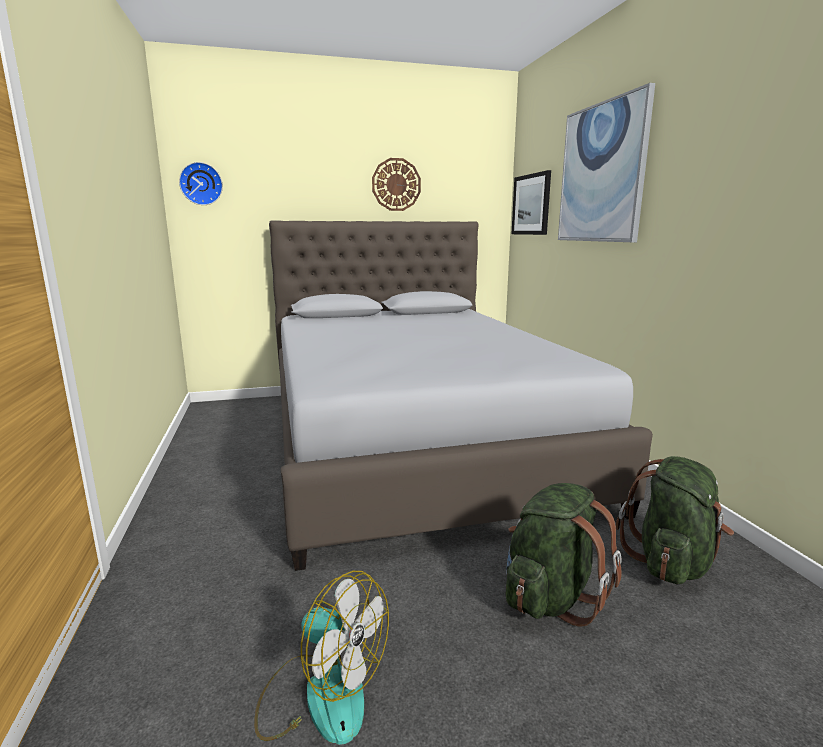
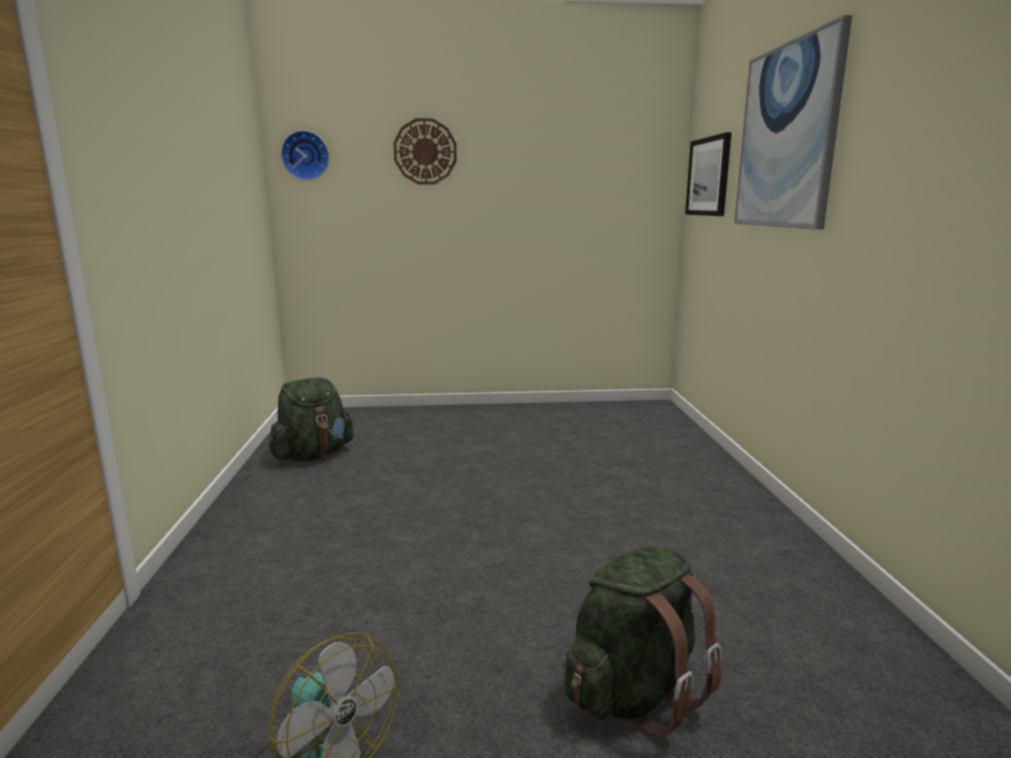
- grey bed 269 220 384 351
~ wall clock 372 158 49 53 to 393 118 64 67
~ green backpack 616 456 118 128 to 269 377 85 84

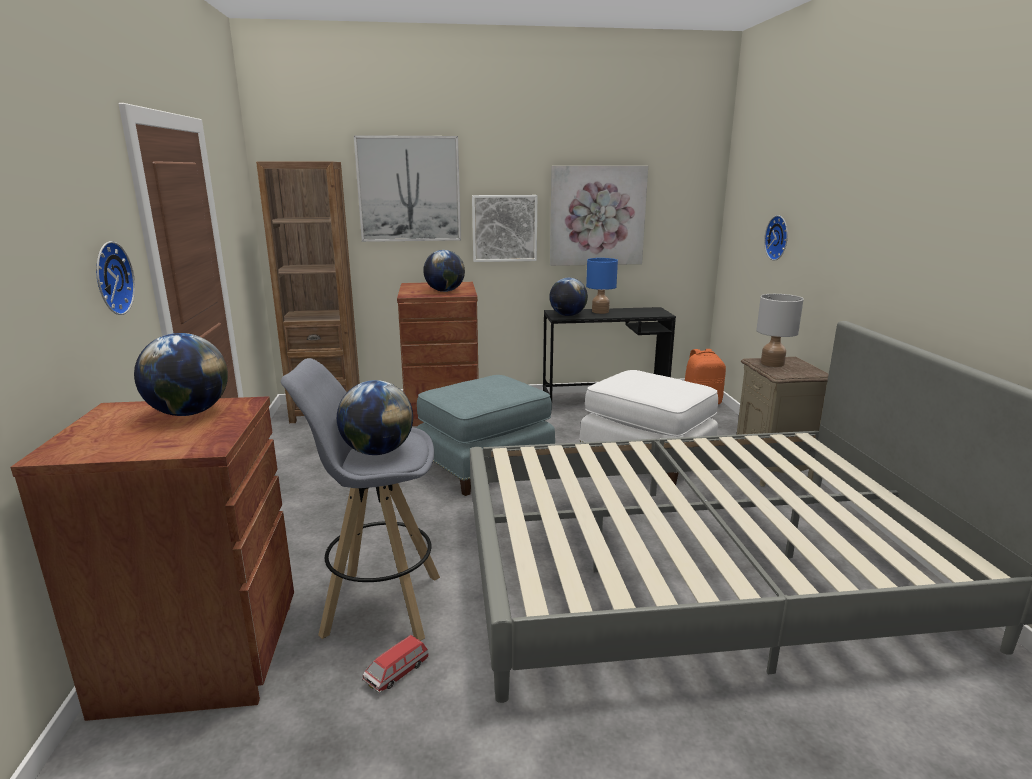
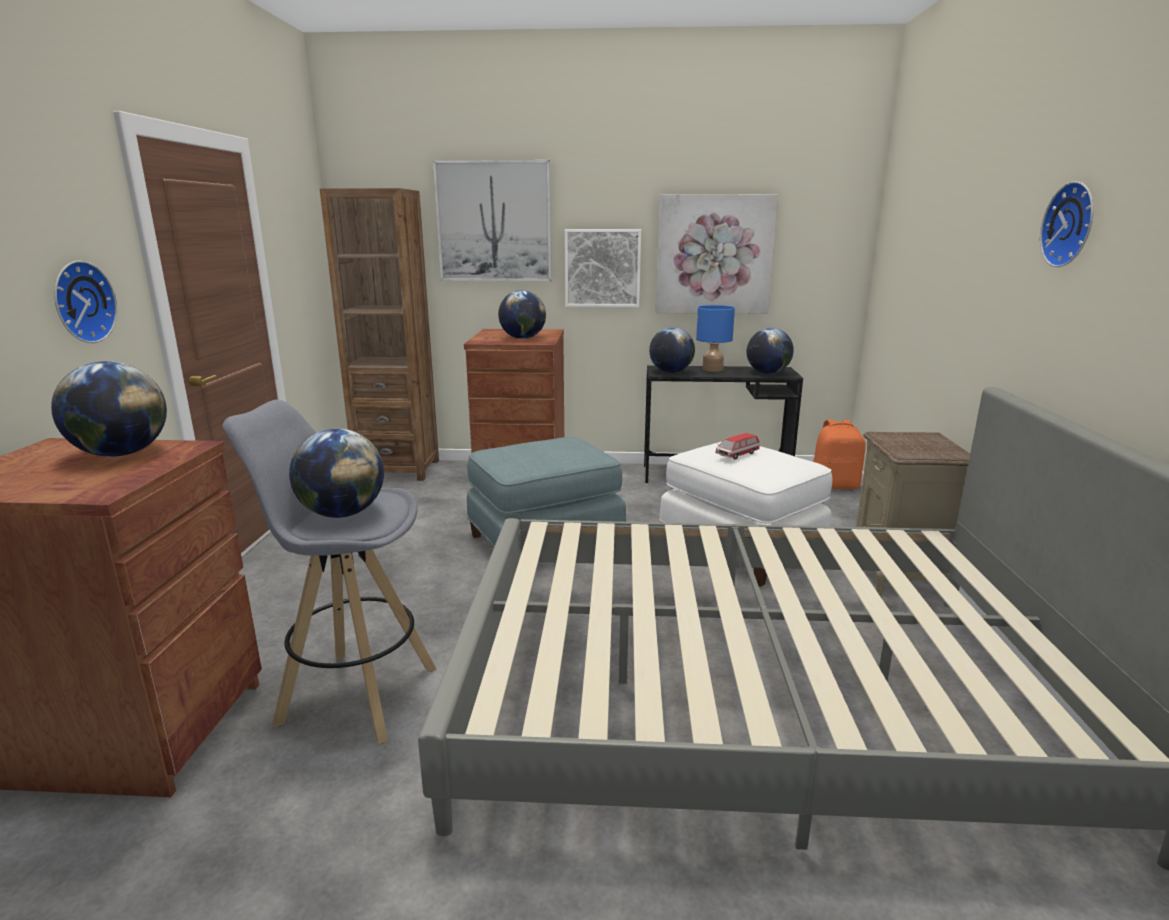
- grey table lamp 756 294 48 73
+ globe 746 328 48 46
~ toy car 362 635 67 58 to 715 433 45 27
~ wall clock 764 215 24 46 to 1040 181 54 86

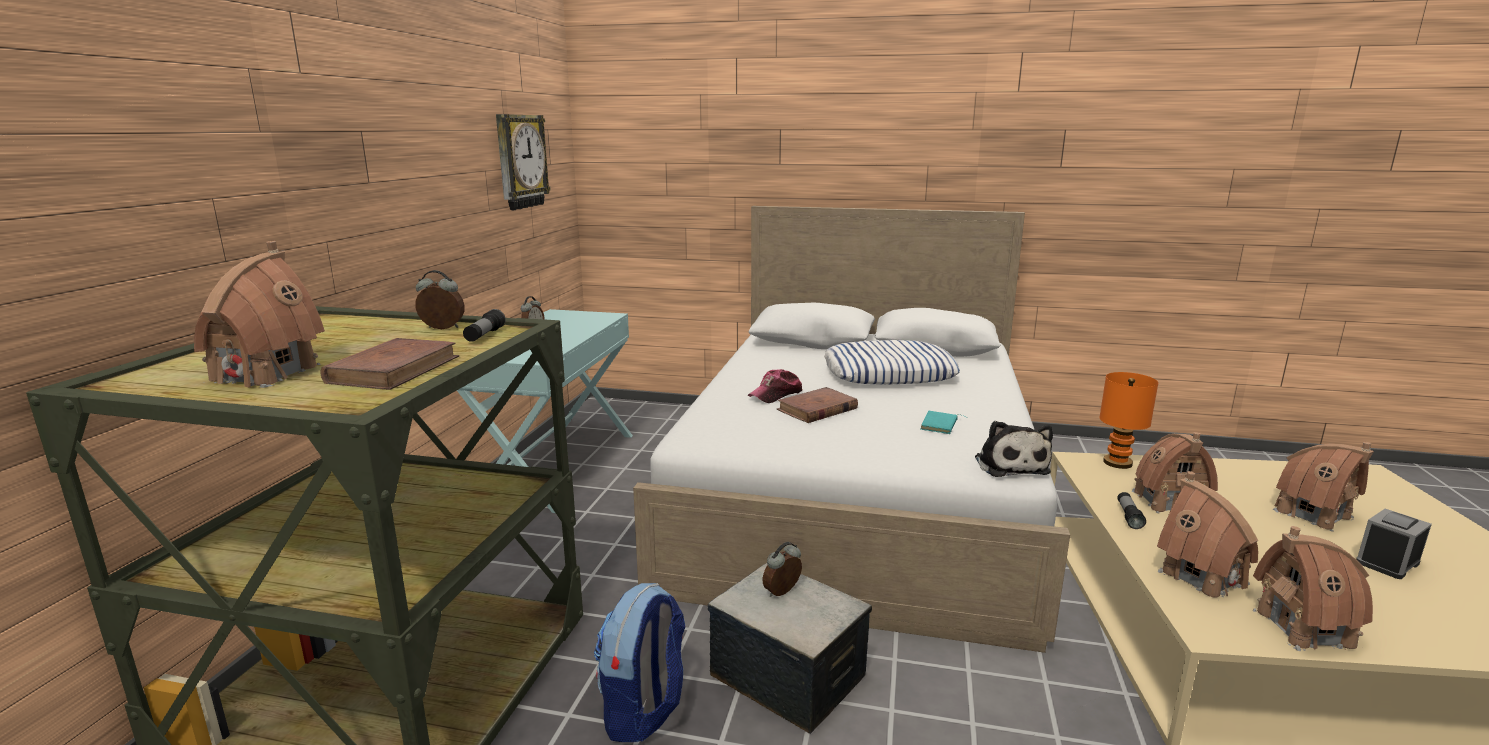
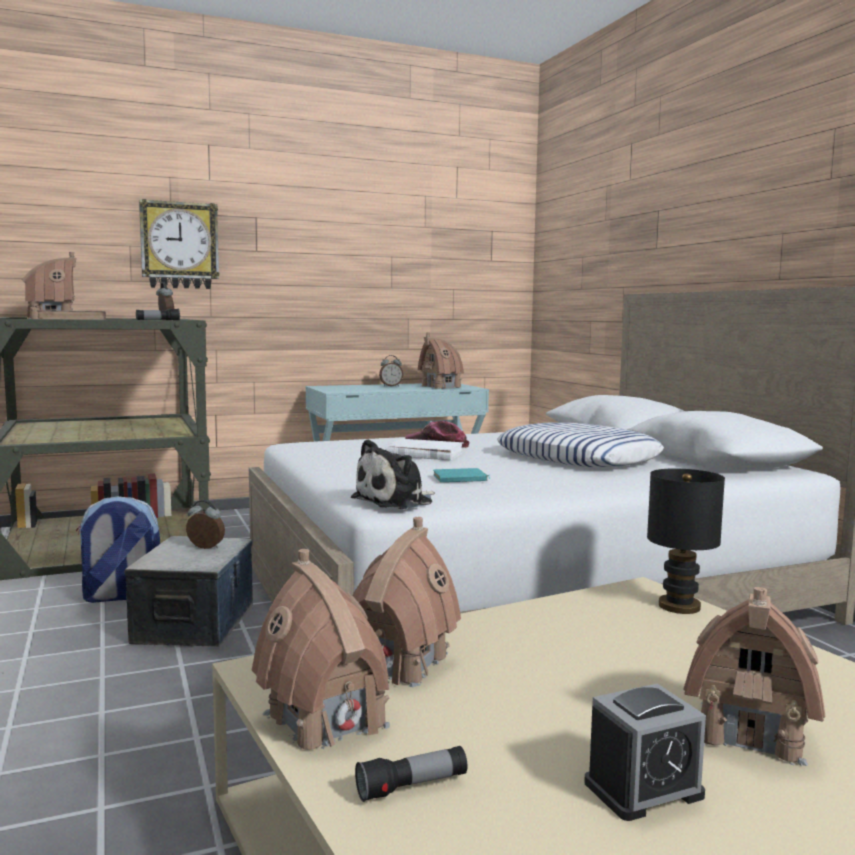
~ wall clock 496 114 54 96 to 139 199 81 90
~ flashlight 1118 492 28 37 to 355 746 112 56
~ toy house 1132 432 86 82 to 418 332 46 57
~ brown book 777 387 81 36 to white book 386 439 78 22
~ orange table lamp 1099 372 59 97 to black table lamp 647 468 78 146
~ alarm clock 1356 509 76 70 = 584 683 122 138 135 degrees clockwise

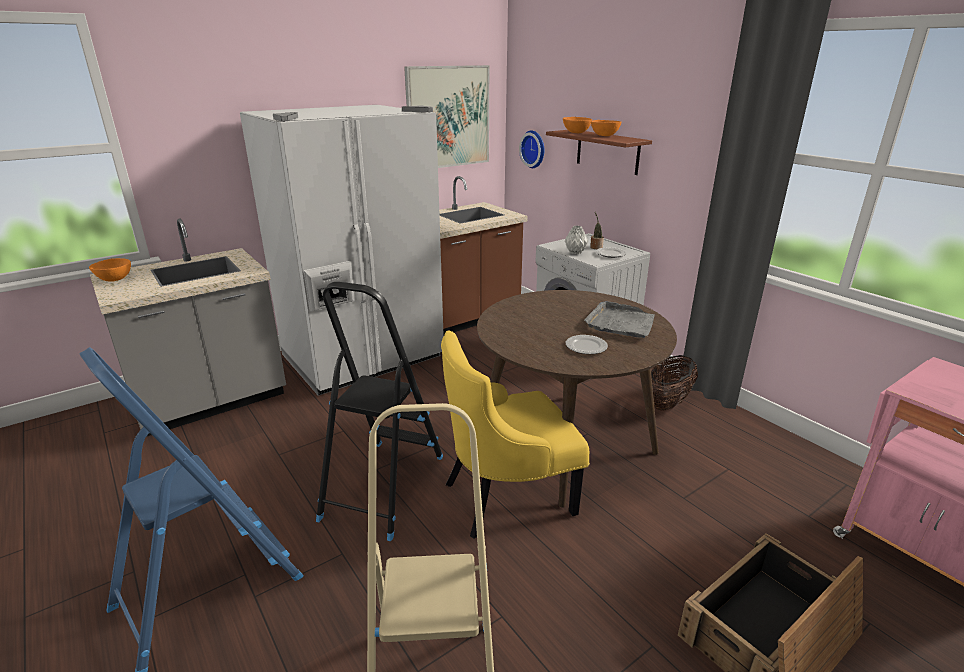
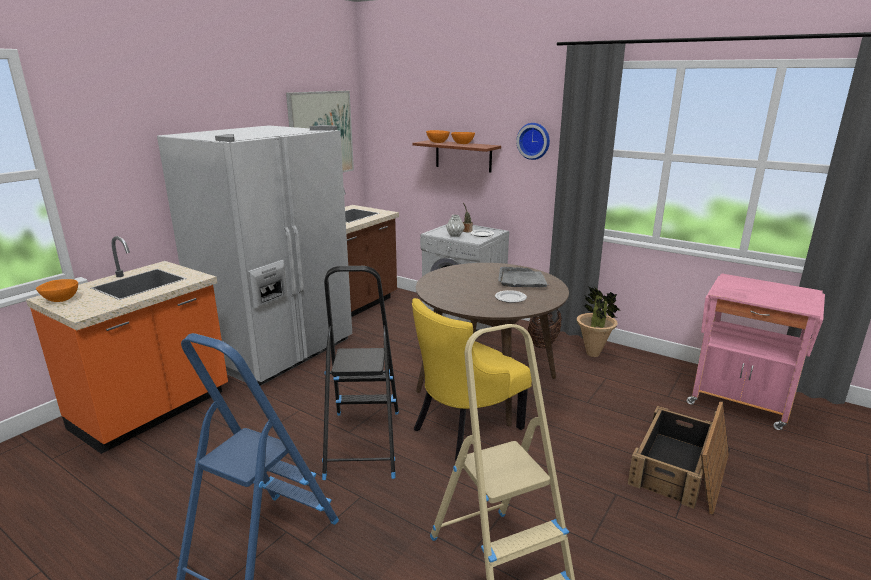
+ potted plant 577 286 44 71
~ wall clock 519 130 25 38 to 516 123 34 37
~ grey counter 90 218 196 219 to orange counter 26 236 202 218

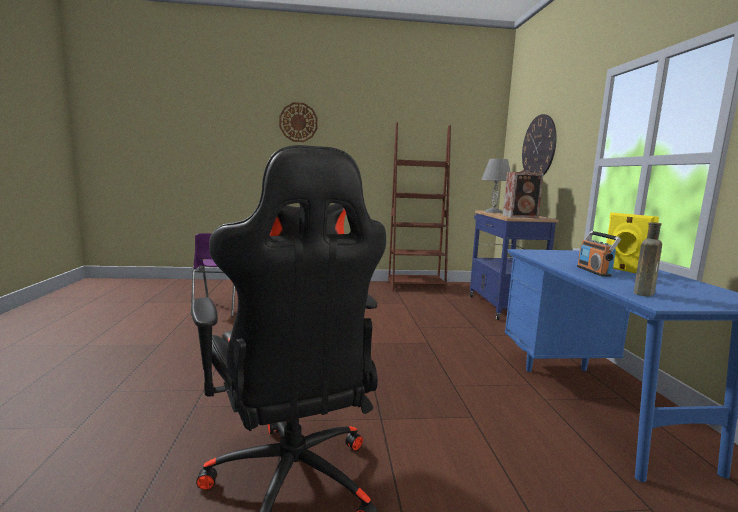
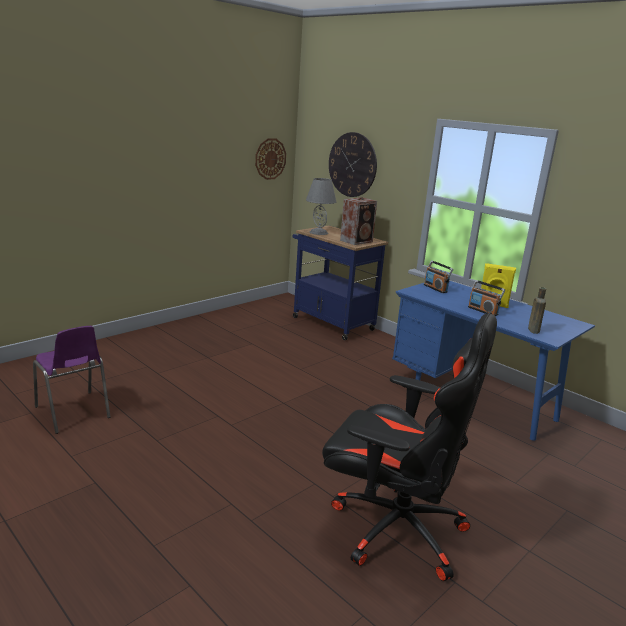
- brown bookcase 388 122 63 169
+ radio 424 261 30 32
~ wall clock 279 102 39 40 to 255 138 31 42

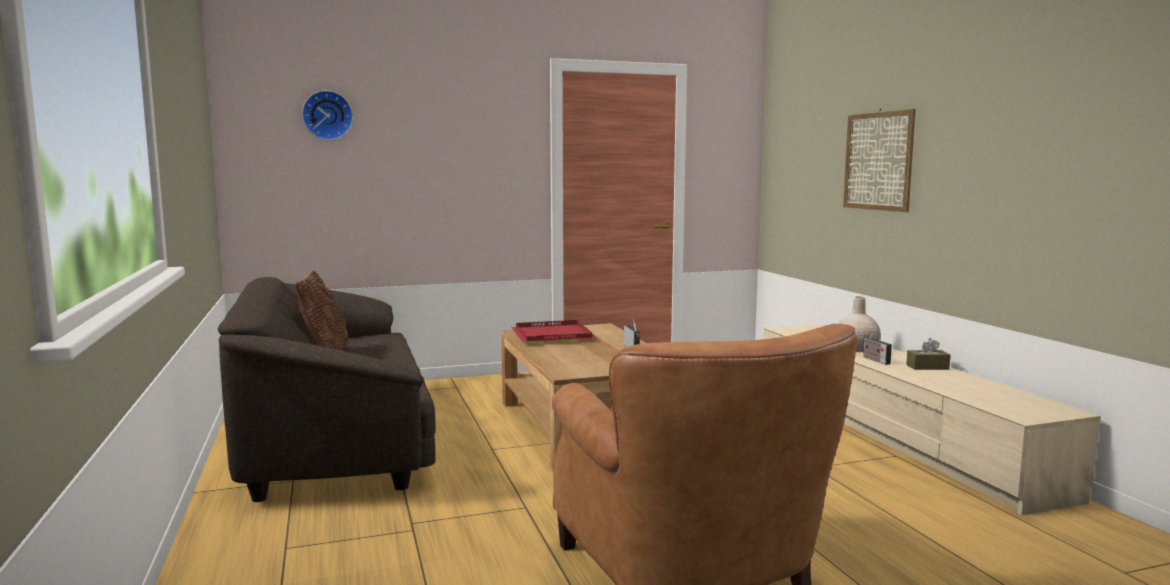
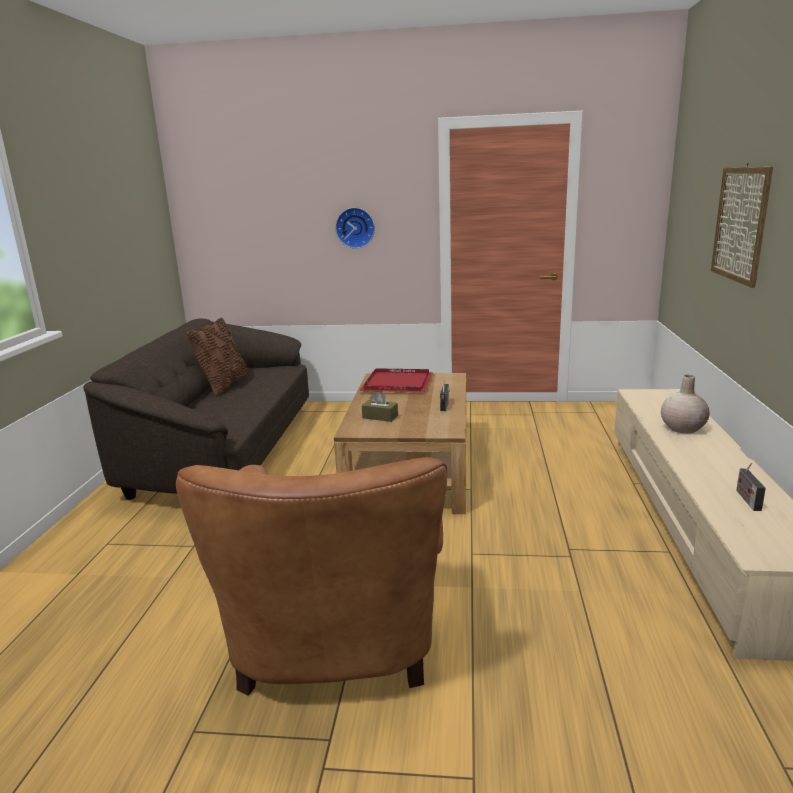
~ wall clock 302 90 51 50 to 335 207 40 42
~ radio 863 329 29 36 to 736 463 30 48
~ brown tissue box 906 338 45 32 to 362 392 36 30

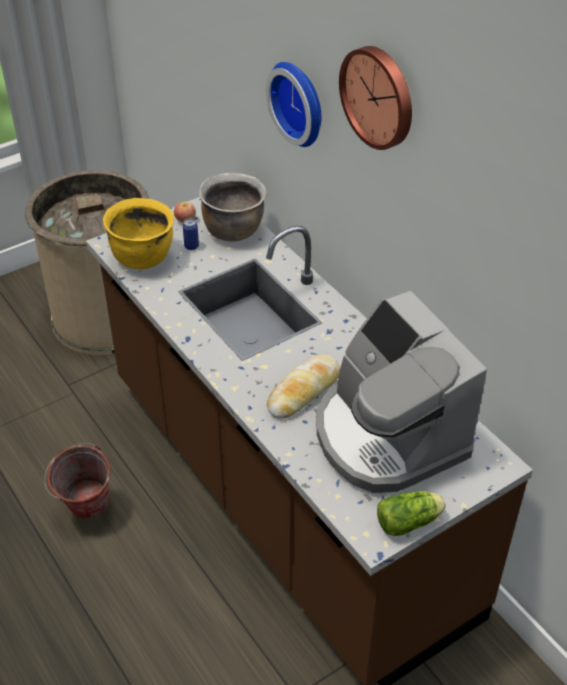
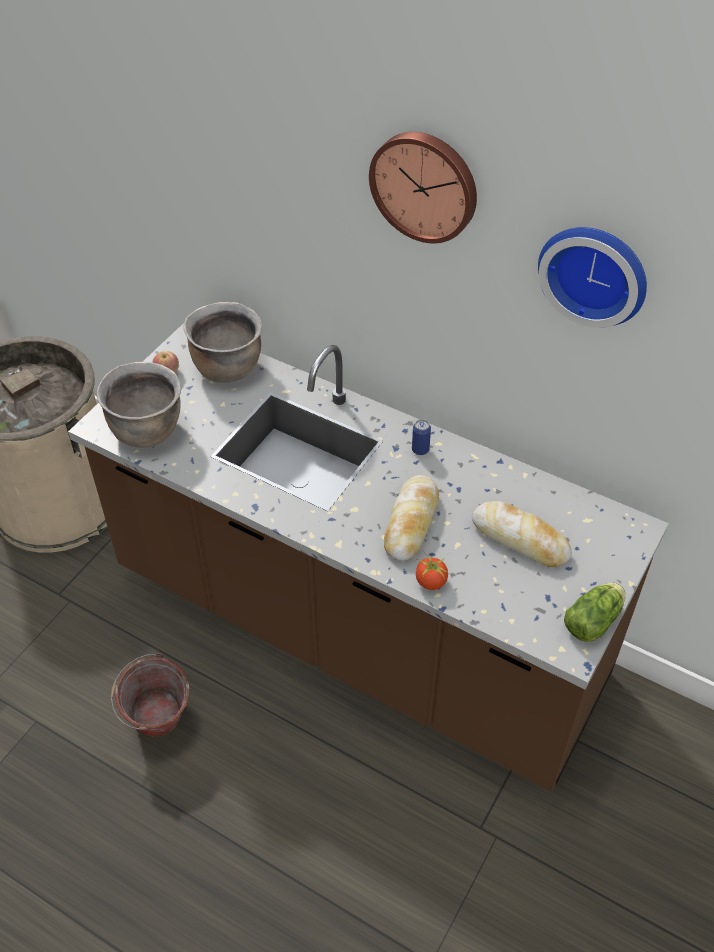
+ tomato 415 551 33 39
~ can 183 219 16 31 to 412 419 19 36
~ wall clock 266 62 55 85 to 538 227 109 101
~ coffee machine 316 291 171 202 to bread 472 501 100 66
~ yellow cooking pot 103 198 71 71 to brown cooking pot 97 362 84 85

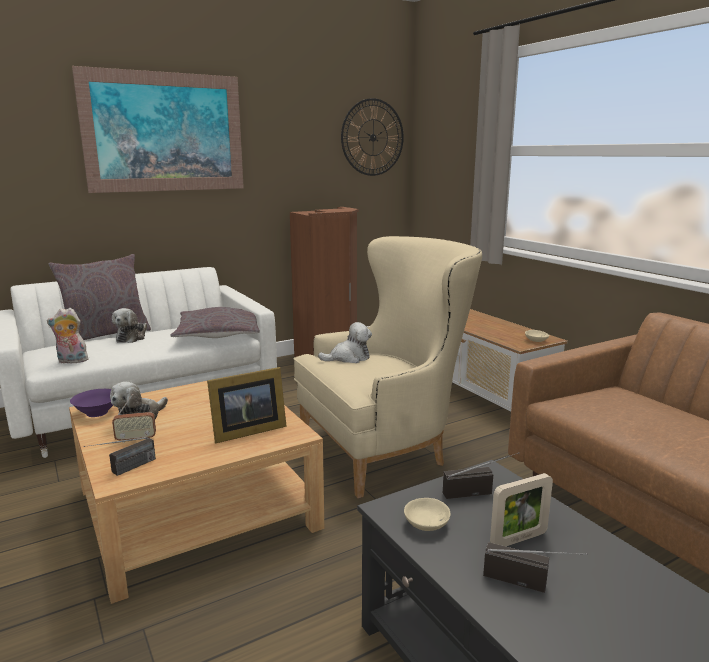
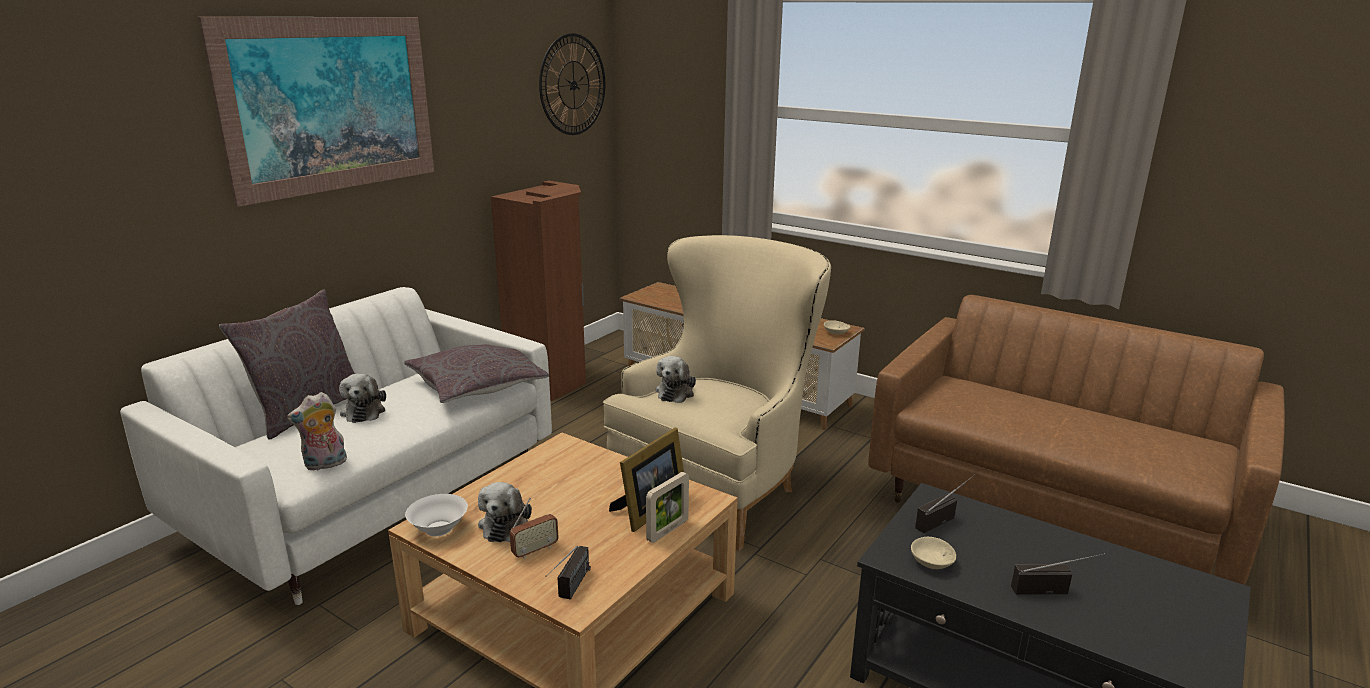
~ picture frame 490 473 63 73 to 646 472 43 71
~ purple bowl 70 389 43 28 to white bowl 405 494 63 42
~ plush toy 318 322 54 41 = 655 356 41 47 150 degrees clockwise

